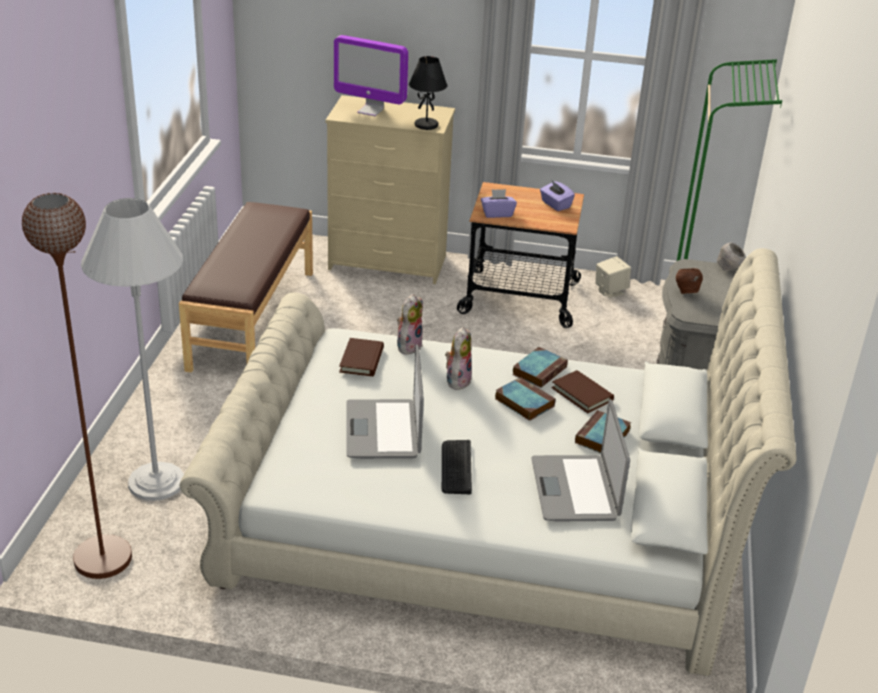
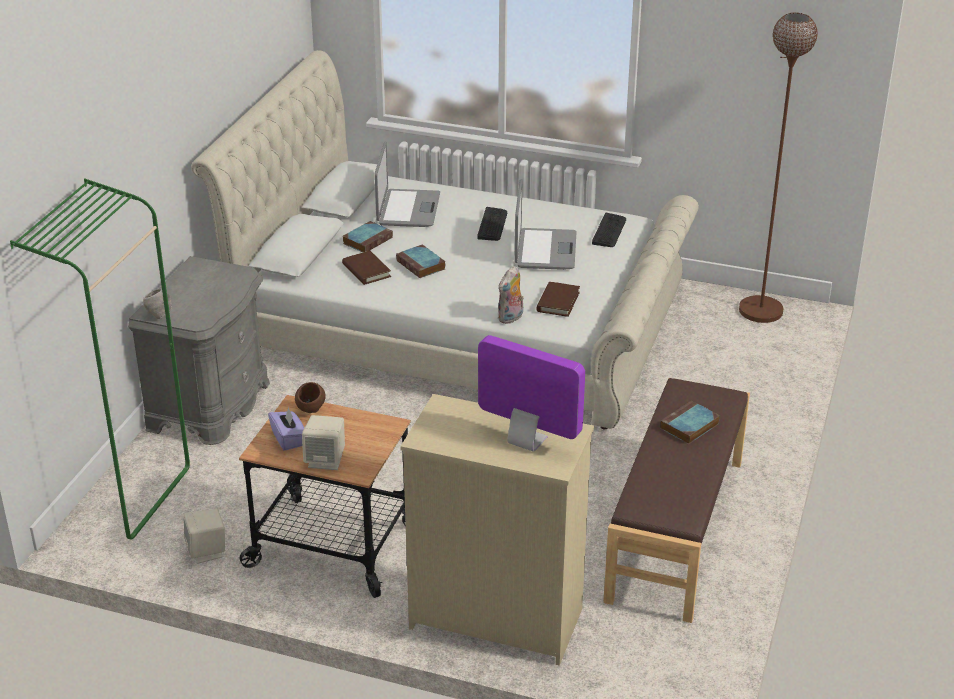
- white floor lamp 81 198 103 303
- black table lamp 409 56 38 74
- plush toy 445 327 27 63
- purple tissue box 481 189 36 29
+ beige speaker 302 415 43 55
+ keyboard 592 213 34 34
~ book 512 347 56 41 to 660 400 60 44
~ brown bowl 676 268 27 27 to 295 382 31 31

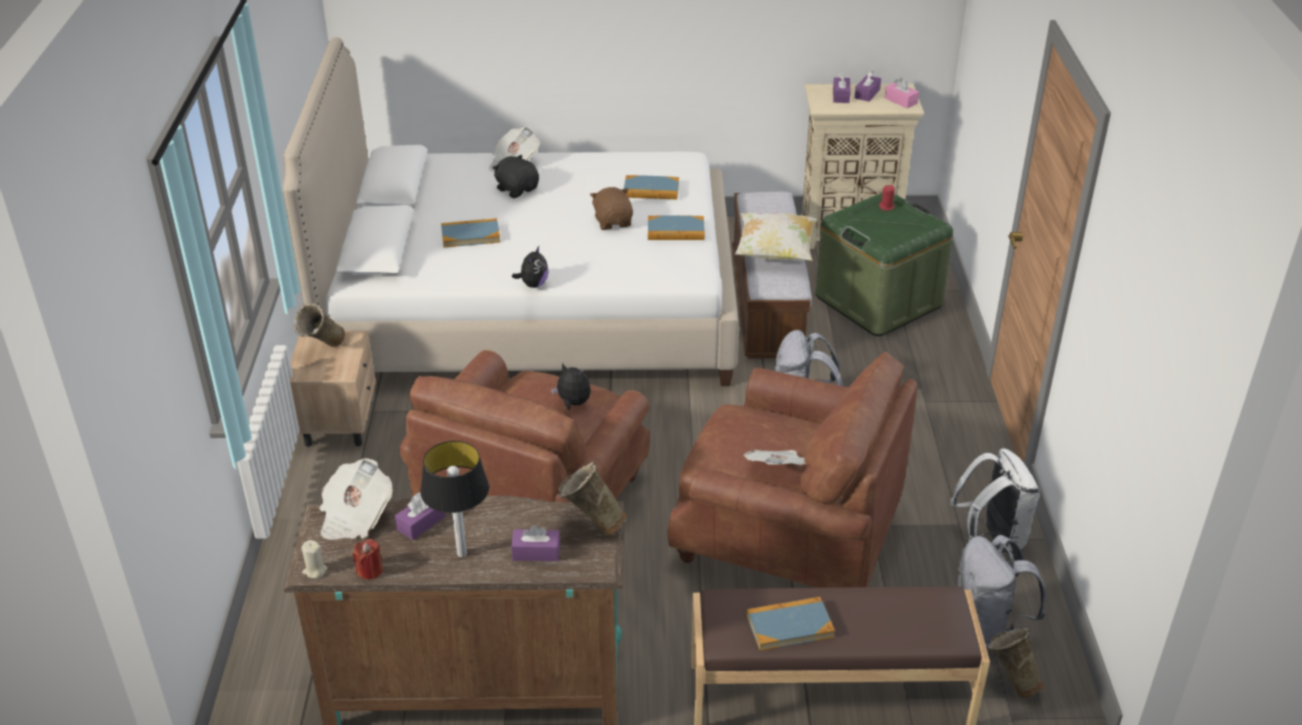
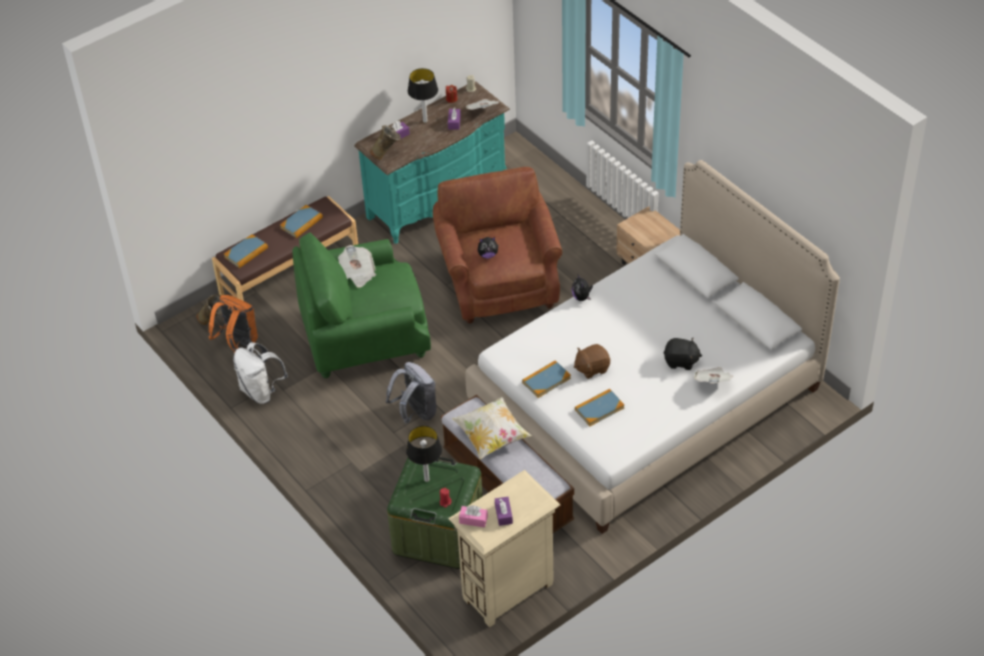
- beige vase 293 303 52 44
- purple tissue box 833 72 18 31
+ table lamp 406 426 36 56
~ book 441 218 59 30 to 224 234 44 34
~ brown armchair 668 352 249 236 to green armchair 292 232 139 146
~ grey backpack 957 535 89 114 to orange backpack 208 295 50 58
~ brown plush toy 590 187 43 43 = 574 344 36 35 120 degrees clockwise

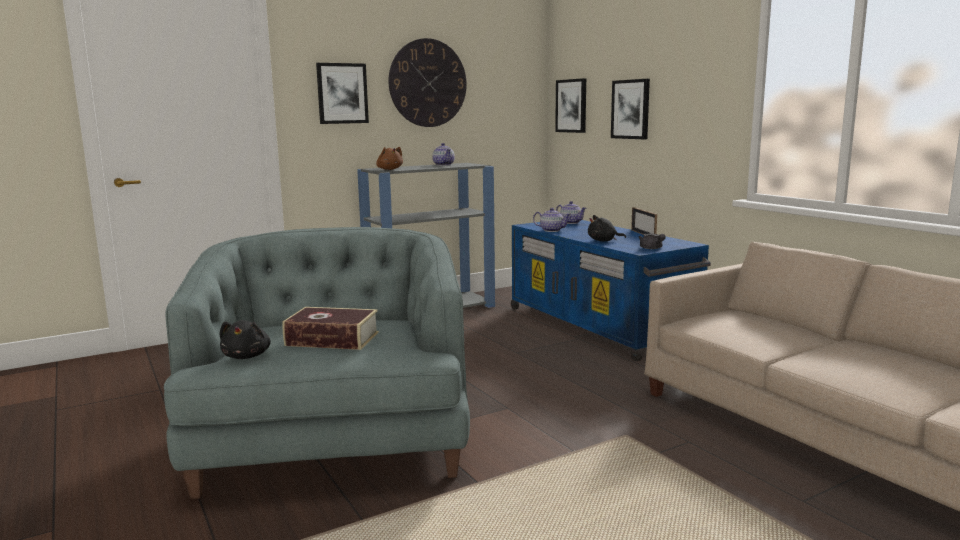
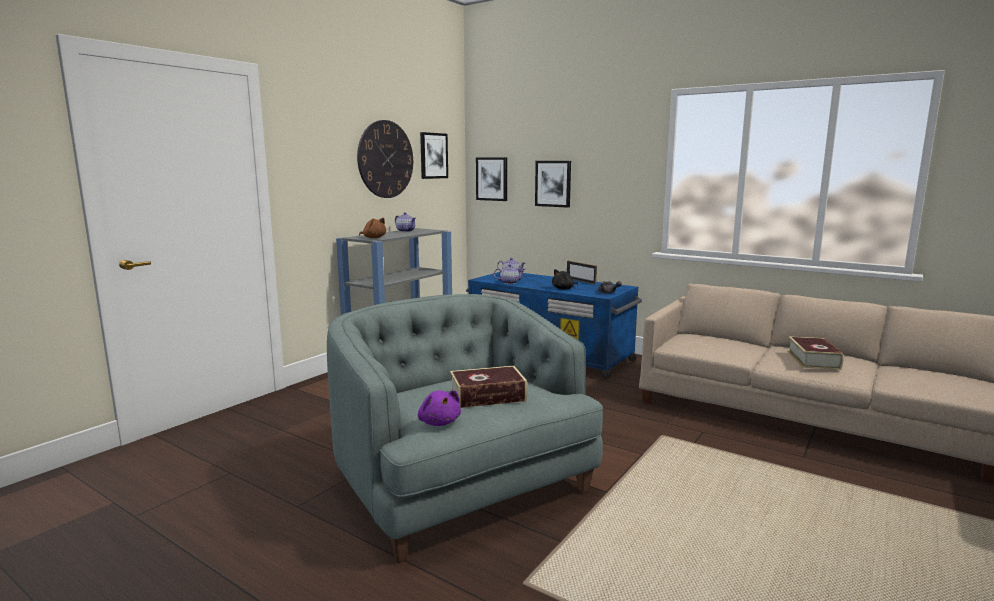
+ book 787 336 57 34
~ picture 316 63 53 61 to 420 132 28 47
~ black plush toy 220 320 51 39 to purple plush toy 418 390 43 36

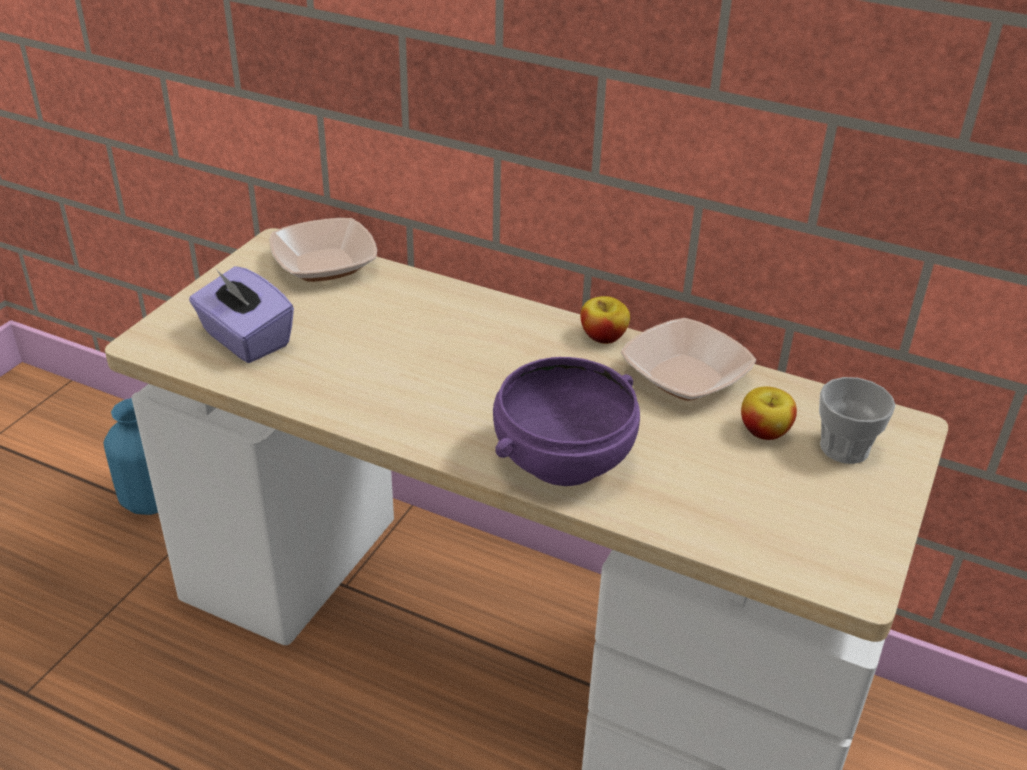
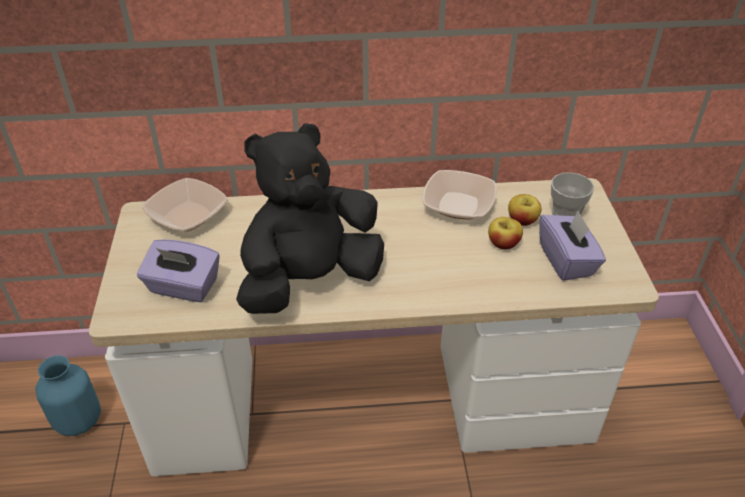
- purple bowl 493 357 147 129
+ black plush toy 236 123 148 191
+ purple tissue box 539 210 67 71
~ apple 580 296 50 48 to 488 217 35 32

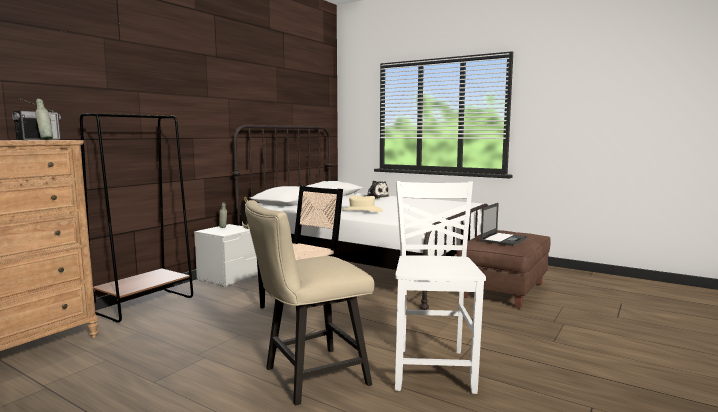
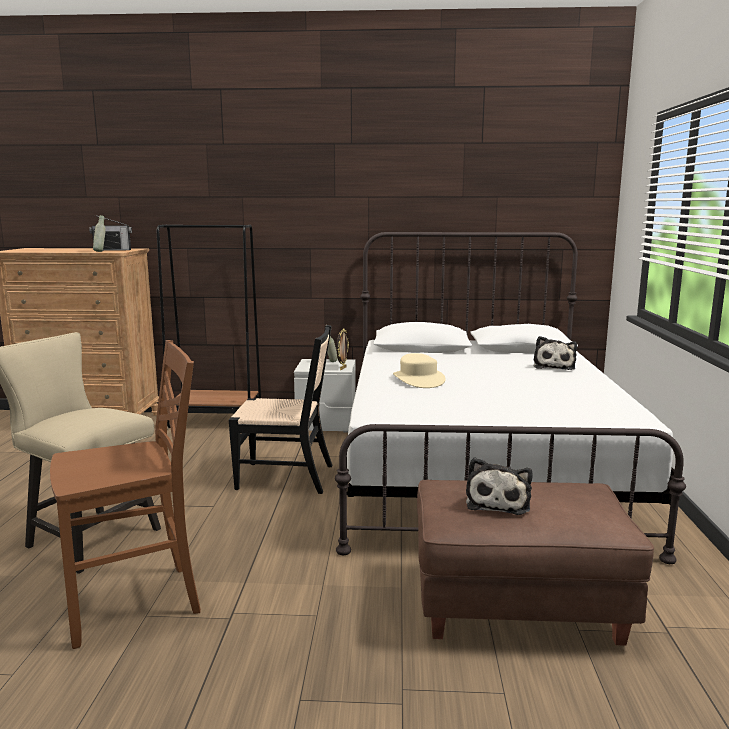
~ laptop 480 203 47 43 to plush toy 466 457 67 58
~ white chair 395 181 91 213 to brown chair 50 340 151 309

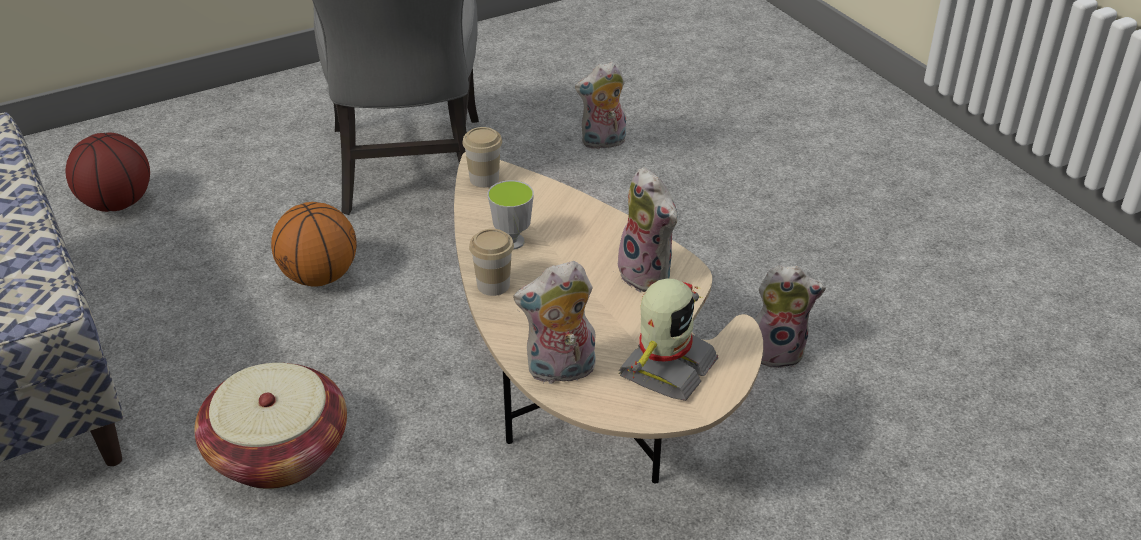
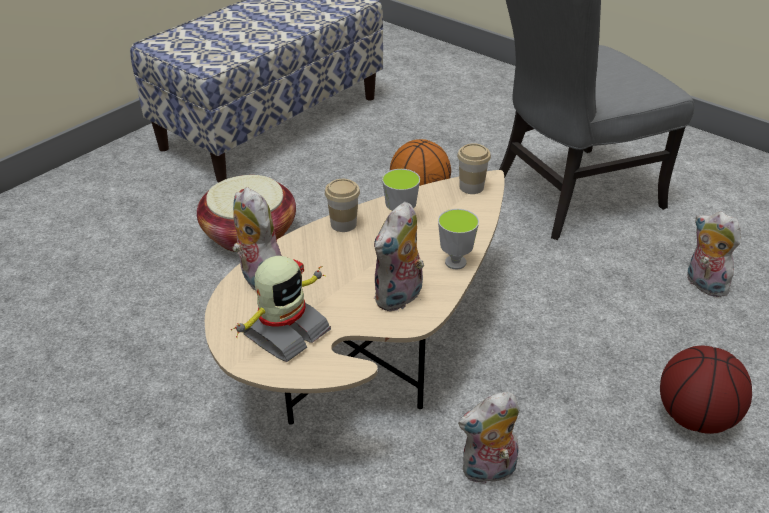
+ cup 438 209 41 60
~ basketball 66 133 84 79 to 660 346 92 88
~ toy robot 619 278 99 123 = 231 256 100 106 60 degrees counterclockwise
~ plush toy 755 265 71 104 = 458 392 62 93 90 degrees clockwise

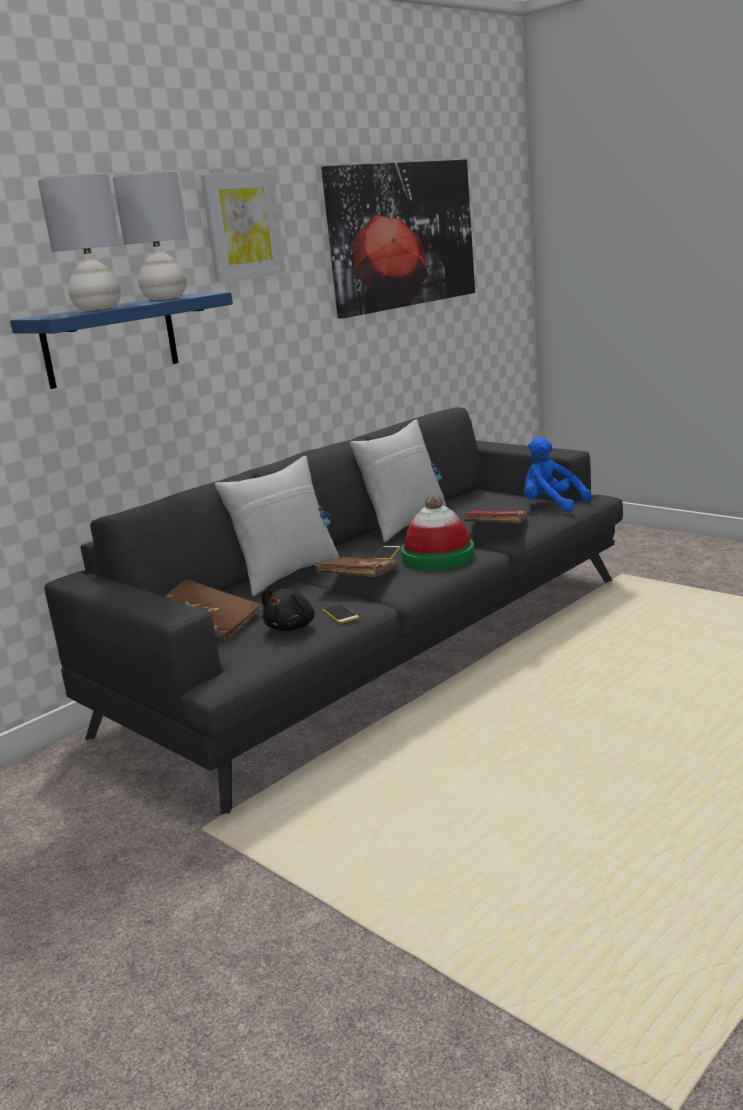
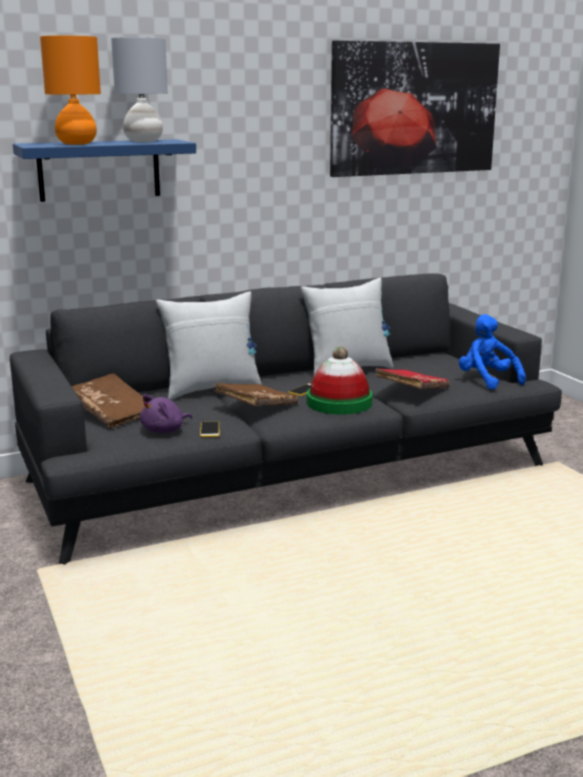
- picture 201 171 85 111
~ grey table lamp 38 174 83 137 to orange table lamp 40 35 61 110
~ black plush toy 262 589 53 42 to purple plush toy 140 394 52 39

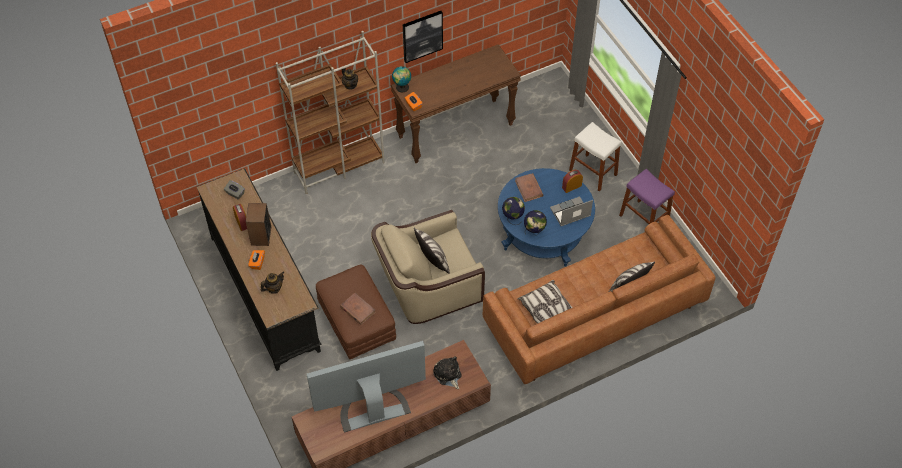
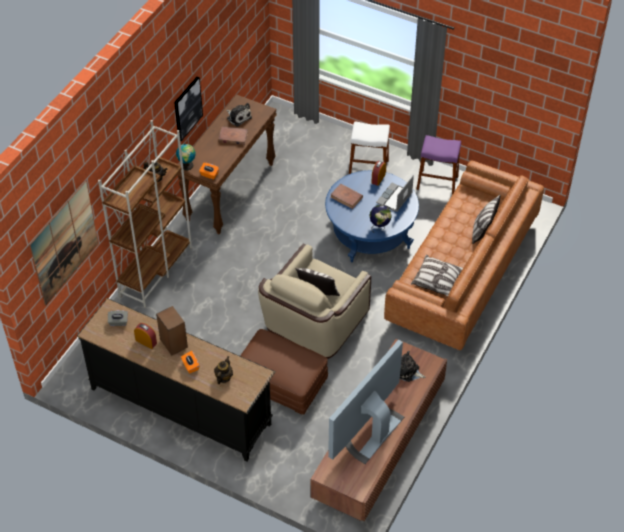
- globe 502 197 23 28
+ picture 29 181 69 125
+ plush toy 226 103 26 24
~ brown book 340 293 36 32 to 218 126 30 19

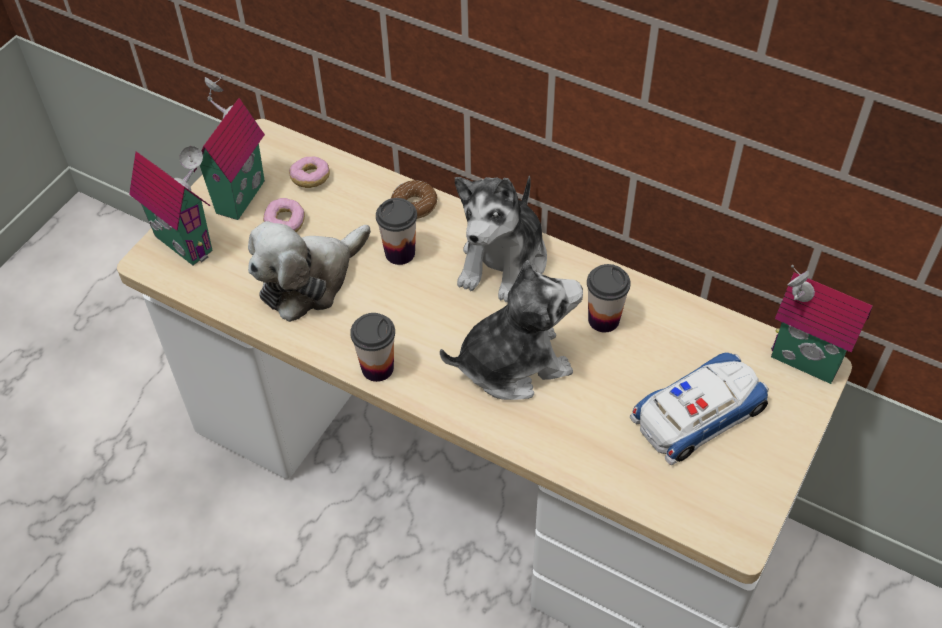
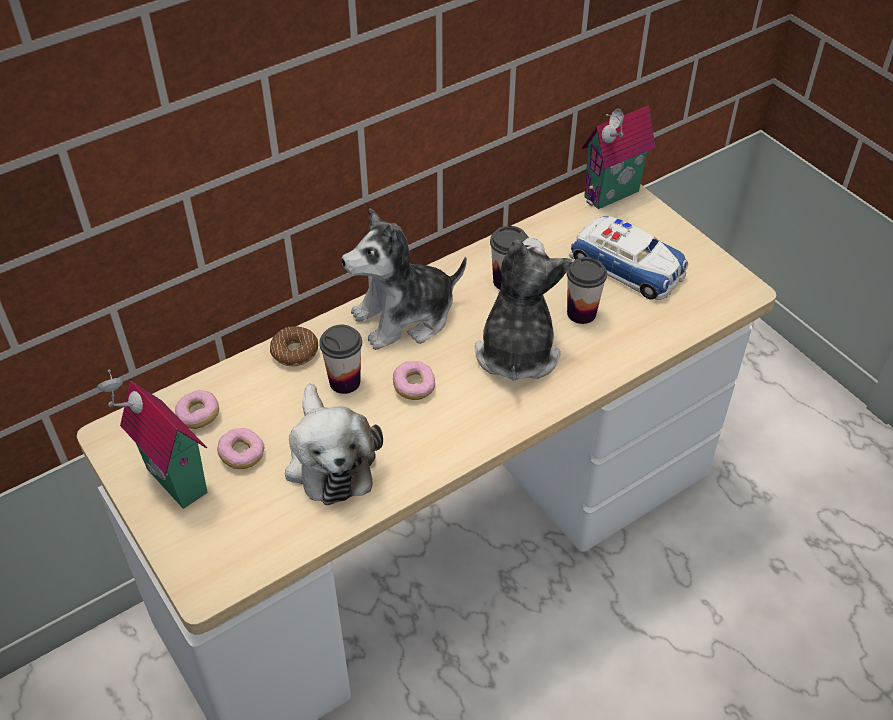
- toy house 129 146 84 119
+ donut 393 361 42 39
~ cup 350 313 45 69 to 567 257 40 67
~ plush toy 455 176 92 126 = 342 208 125 142 105 degrees clockwise
~ toy car 630 352 139 113 = 569 216 119 84 135 degrees clockwise

